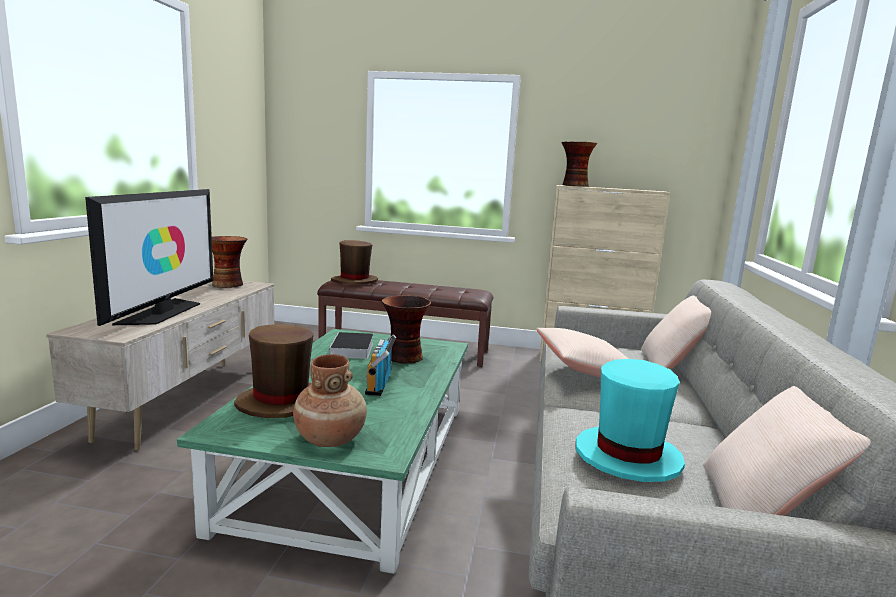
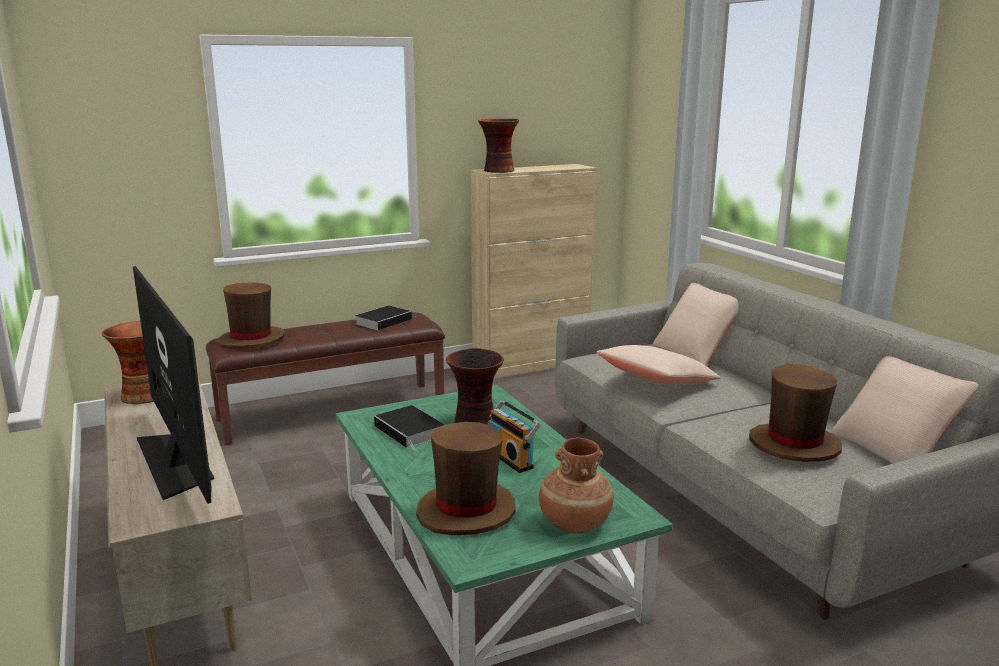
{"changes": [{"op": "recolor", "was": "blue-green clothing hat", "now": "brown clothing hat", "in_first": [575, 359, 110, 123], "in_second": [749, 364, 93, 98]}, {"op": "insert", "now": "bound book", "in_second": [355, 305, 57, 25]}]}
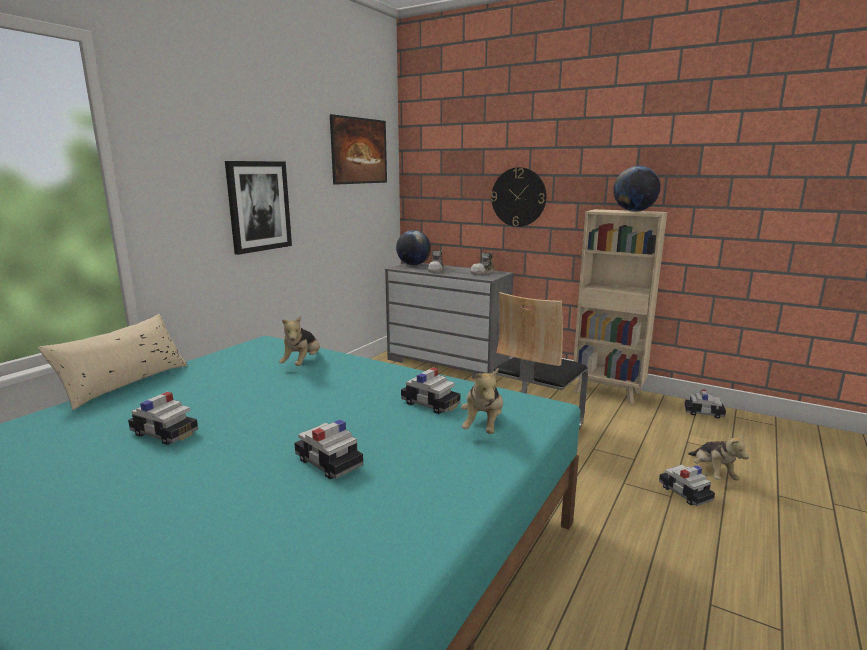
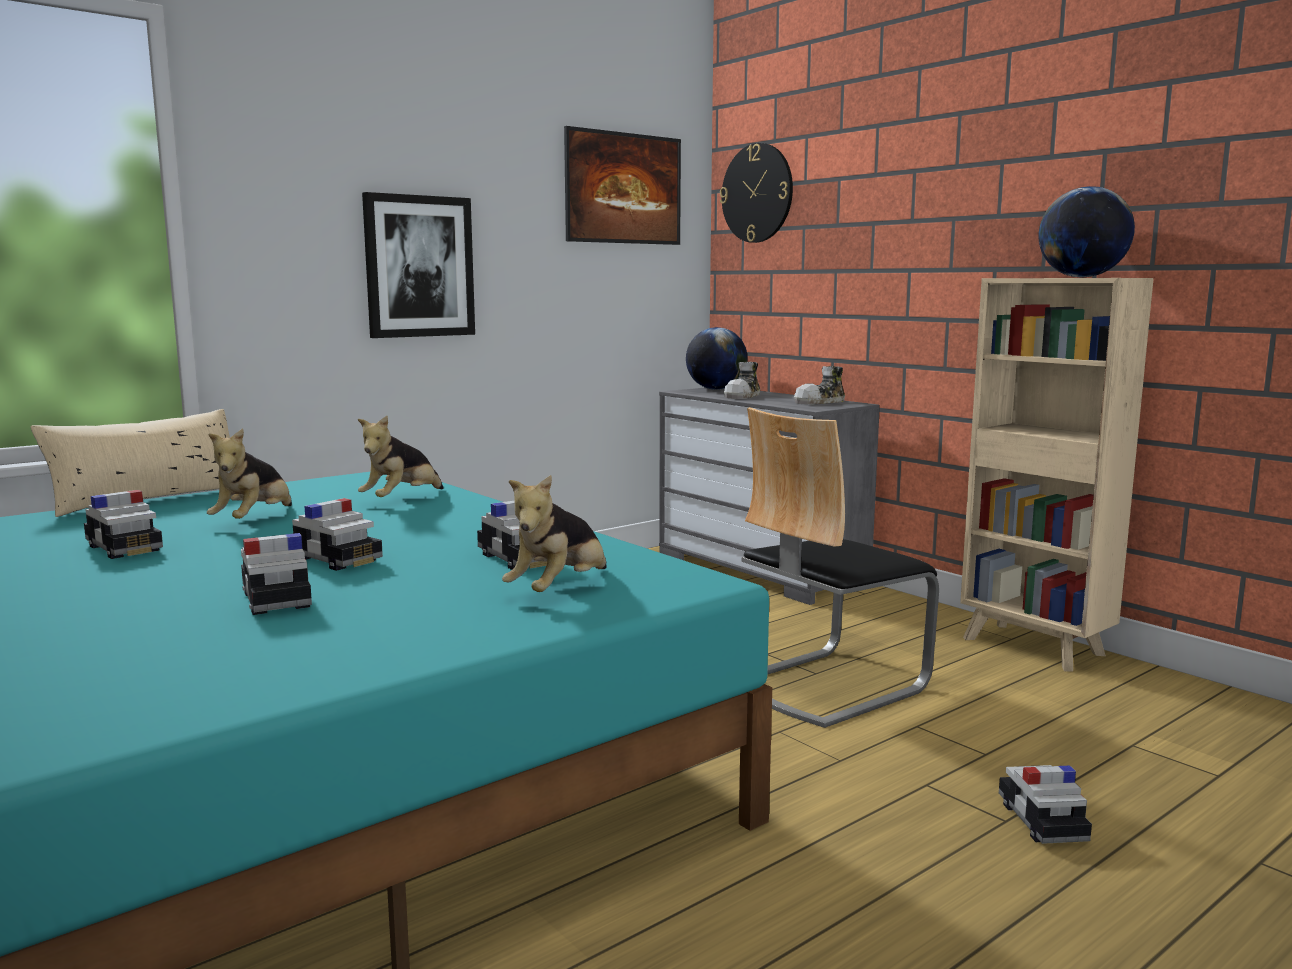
{"changes": [{"op": "move", "was": "clock on the wall", "in_first": [491, 167, 55, 60], "in_second": [720, 143, 73, 100]}, {"op": "move", "was": "miniature car", "in_first": [684, 389, 42, 30], "in_second": [292, 498, 91, 73]}, {"op": "move", "was": "cuddly toy", "in_first": [688, 434, 61, 46], "in_second": [207, 429, 85, 90]}]}
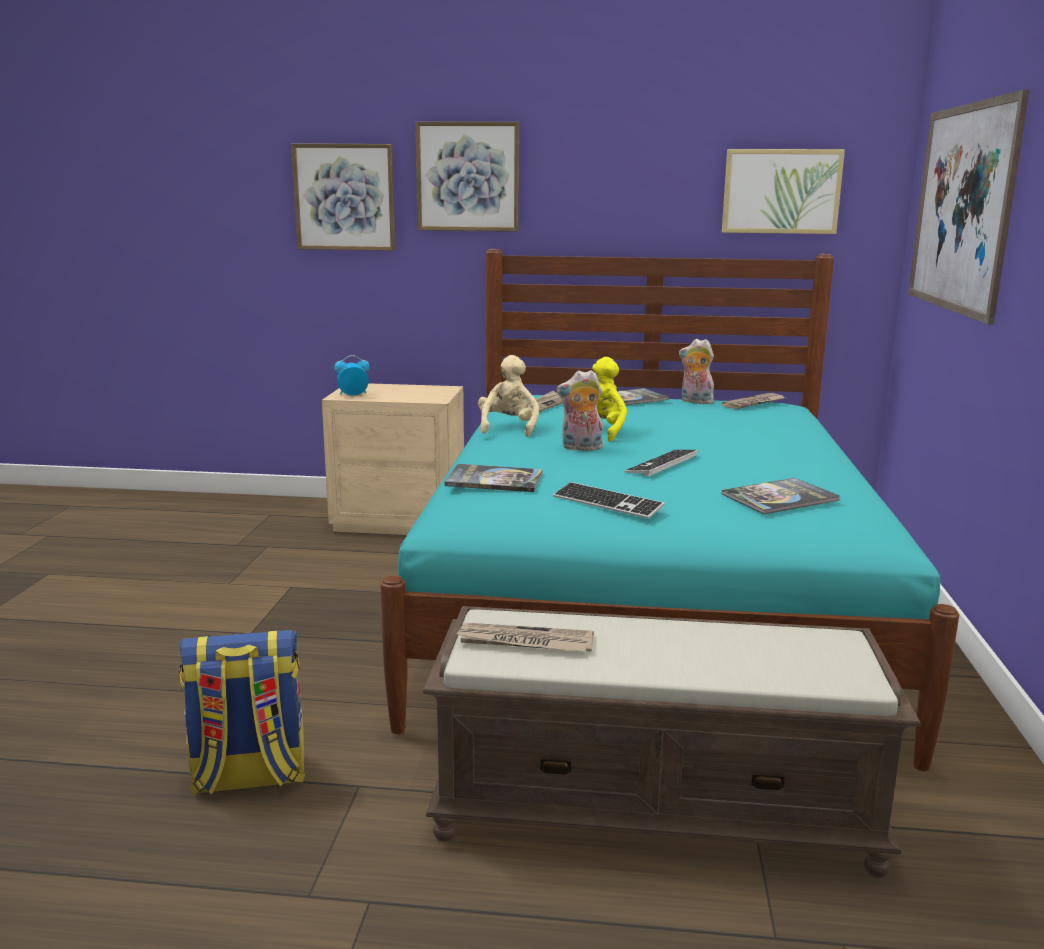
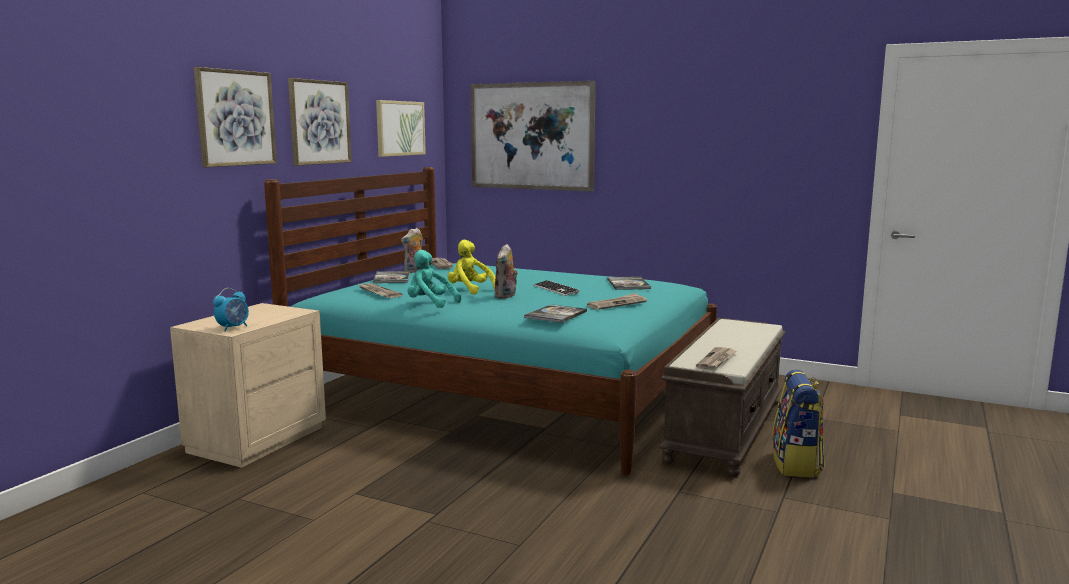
{"changes": [{"op": "move", "was": "wall art", "in_first": [291, 144, 105, 107], "in_second": [288, 78, 64, 88]}, {"op": "rotate", "was": "table clock", "in_first": [334, 355, 36, 41], "in_second": [213, 288, 36, 43], "clockwise": -150}, {"op": "recolor", "was": "beige-coloured cuddly toy", "now": "blue-green cuddly toy", "in_first": [478, 355, 61, 82], "in_second": [408, 250, 53, 58]}, {"op": "replace", "was": "keyboard", "now": "printed paper", "in_first": [553, 482, 112, 37], "in_second": [587, 293, 60, 17]}, {"op": "move", "was": "backpack", "in_first": [179, 630, 126, 165], "in_second": [772, 370, 53, 108]}]}
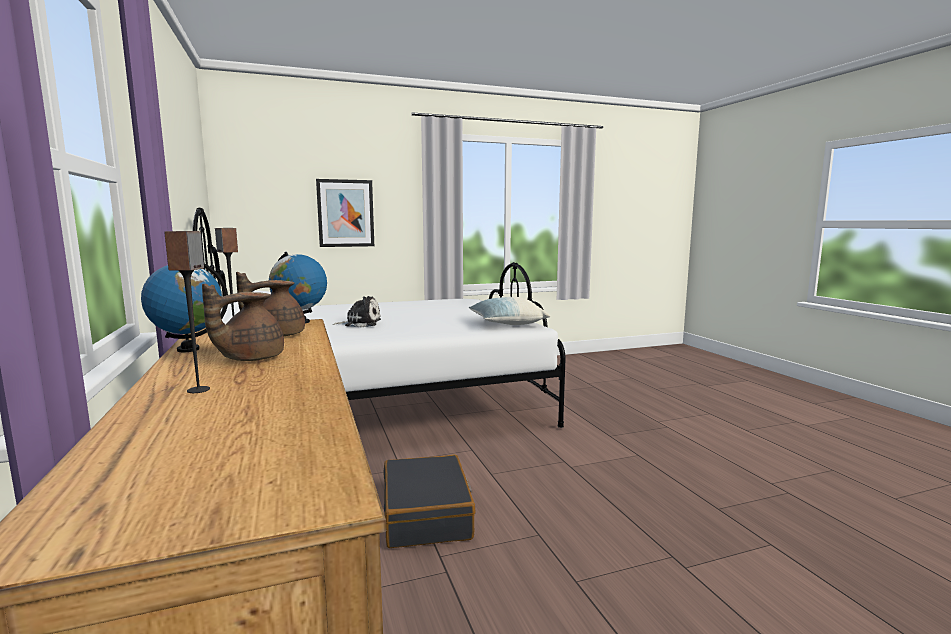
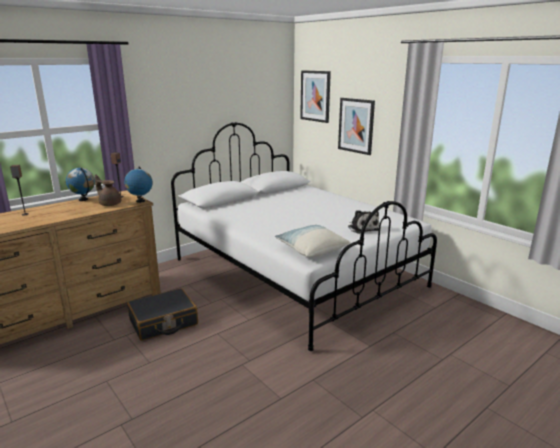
{"changes": [{"op": "delete", "was": "brown tea pot", "in_first": [202, 284, 82, 77]}, {"op": "move", "was": "cuddly toy", "in_first": [333, 296, 48, 31], "in_second": [348, 210, 31, 24]}, {"op": "insert", "now": "wall art", "in_second": [300, 70, 31, 53]}]}
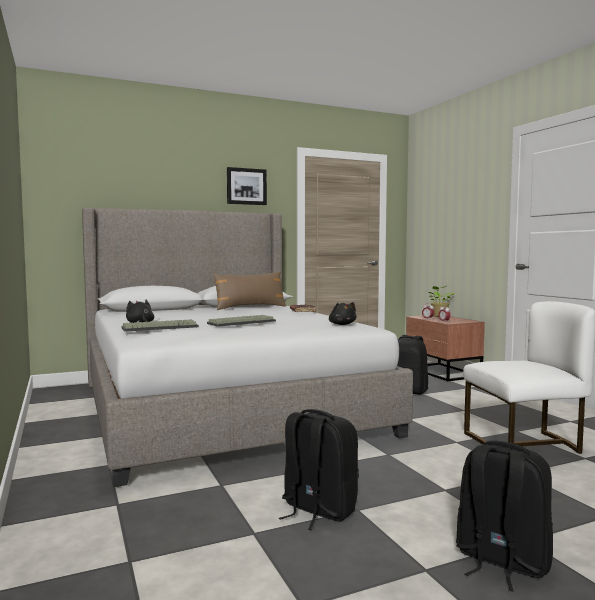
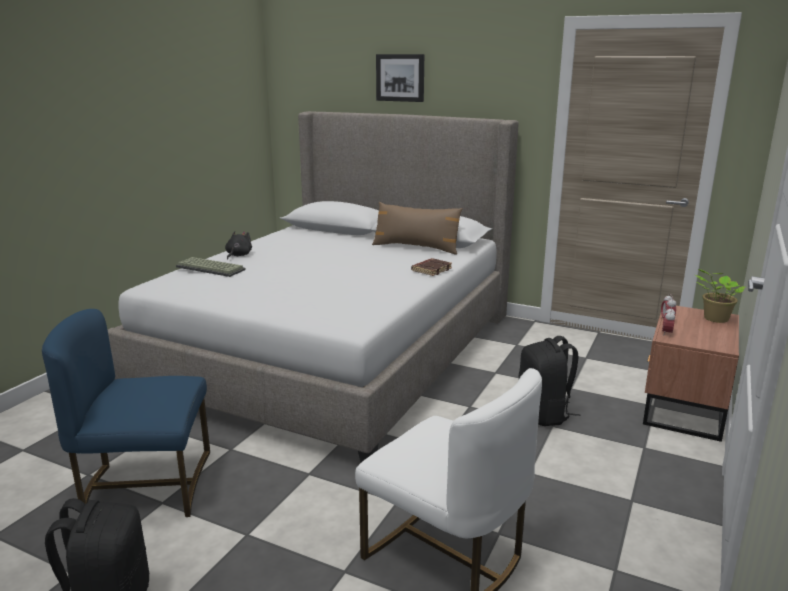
{"changes": [{"op": "move", "was": "wall art", "in_first": [227, 167, 40, 38], "in_second": [376, 54, 48, 48]}, {"op": "delete", "was": "blackish cuddly toy", "in_first": [329, 302, 27, 23]}, {"op": "delete", "was": "keyboard", "in_first": [207, 315, 69, 12]}, {"op": "replace", "was": "blackish backpack", "now": "blue-coloured chair", "in_first": [279, 409, 80, 121], "in_second": [42, 309, 168, 208]}]}
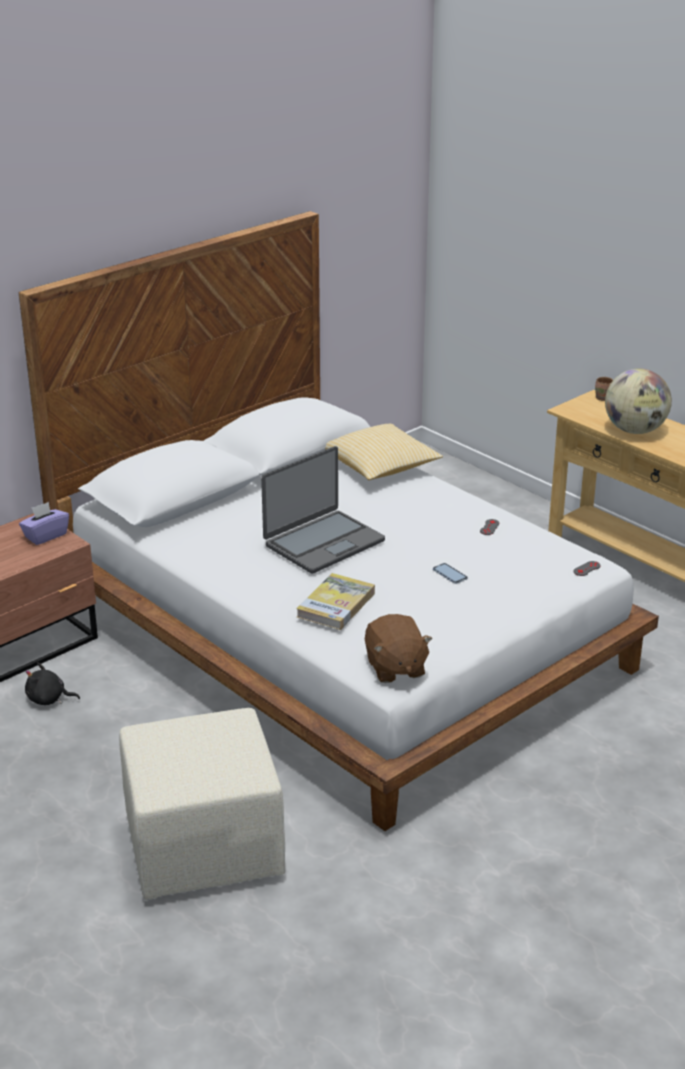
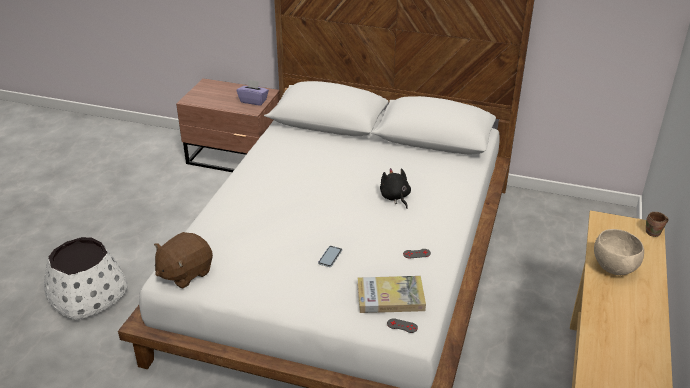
{"changes": [{"op": "replace", "was": "desk globe", "now": "beige-coloured serving bowl", "in_first": [605, 369, 67, 65], "in_second": [594, 229, 50, 46]}, {"op": "delete", "was": "throw pillow", "in_first": [325, 424, 118, 56]}, {"op": "delete", "was": "notebook computer", "in_first": [261, 446, 124, 128]}, {"op": "move", "was": "bound book", "in_first": [296, 573, 79, 57], "in_second": [357, 276, 69, 37]}, {"op": "move", "was": "blackish cuddly toy", "in_first": [25, 662, 55, 43], "in_second": [380, 168, 31, 41]}, {"op": "replace", "was": "beige-coloured pouffe", "now": "white-coloured planter", "in_first": [119, 708, 166, 192], "in_second": [44, 237, 83, 83]}]}
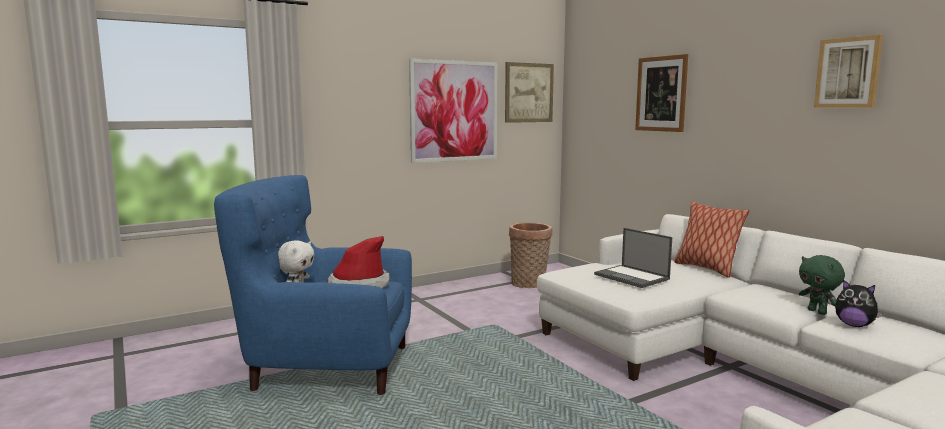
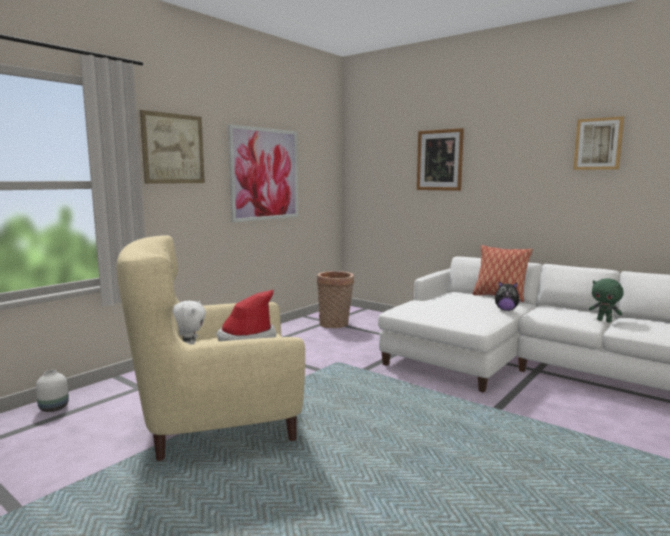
{"changes": [{"op": "move", "was": "wall art", "in_first": [505, 62, 49, 61], "in_second": [140, 110, 65, 74]}, {"op": "recolor", "was": "blue-coloured easy chair", "now": "beige-coloured easy chair", "in_first": [214, 175, 198, 220], "in_second": [117, 235, 188, 226]}, {"op": "delete", "was": "notebook computer", "in_first": [594, 228, 78, 60]}, {"op": "move", "was": "cuddly toy", "in_first": [835, 280, 48, 47], "in_second": [495, 281, 26, 30]}, {"op": "insert", "now": "white-coloured flower vase", "in_second": [36, 370, 33, 42]}]}
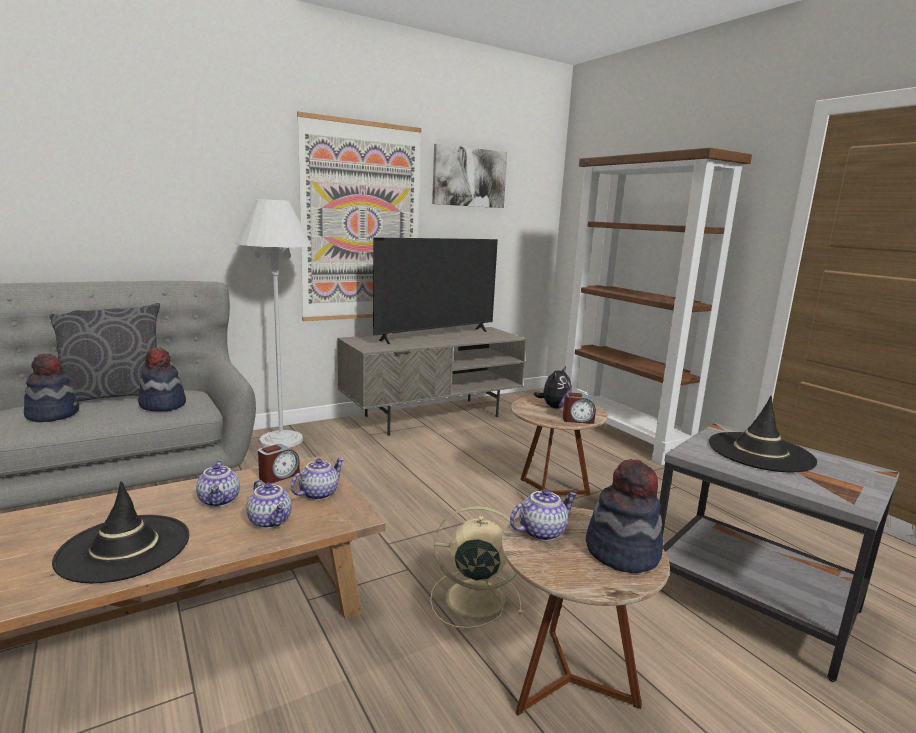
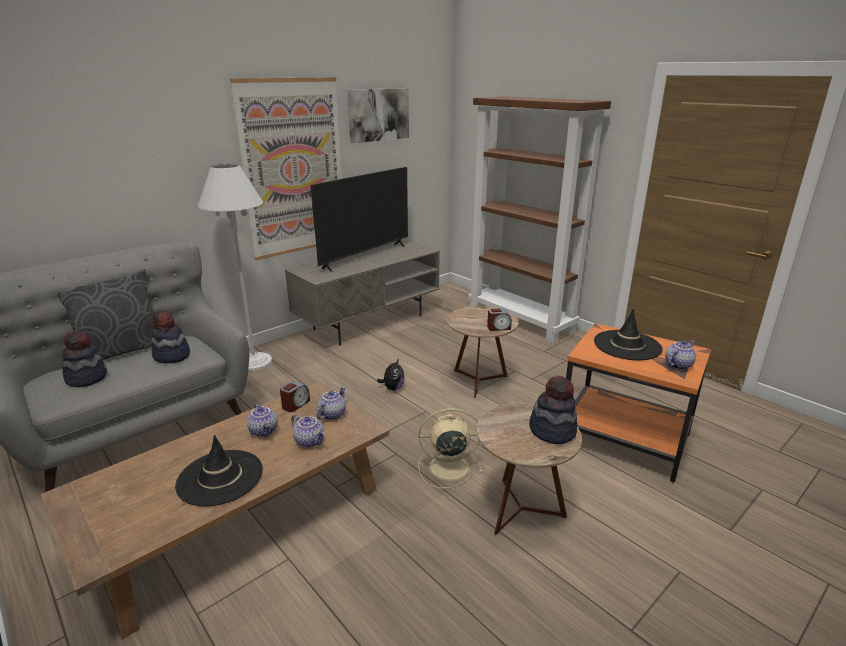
{"changes": [{"op": "move", "was": "cuddly toy", "in_first": [534, 366, 38, 42], "in_second": [377, 359, 28, 31]}, {"op": "recolor", "was": "gray end table", "now": "orange-coloured end table", "in_first": [659, 423, 241, 259], "in_second": [566, 323, 145, 159]}, {"op": "move", "was": "tea pot", "in_first": [510, 489, 67, 52], "in_second": [665, 340, 31, 30]}]}
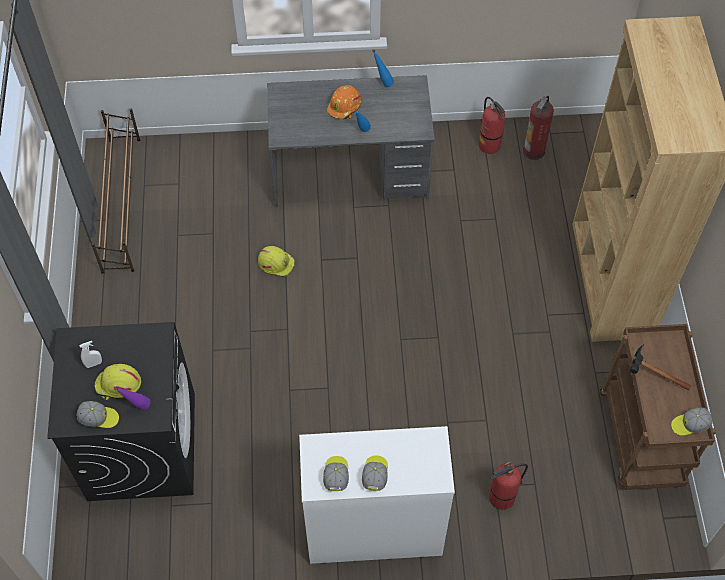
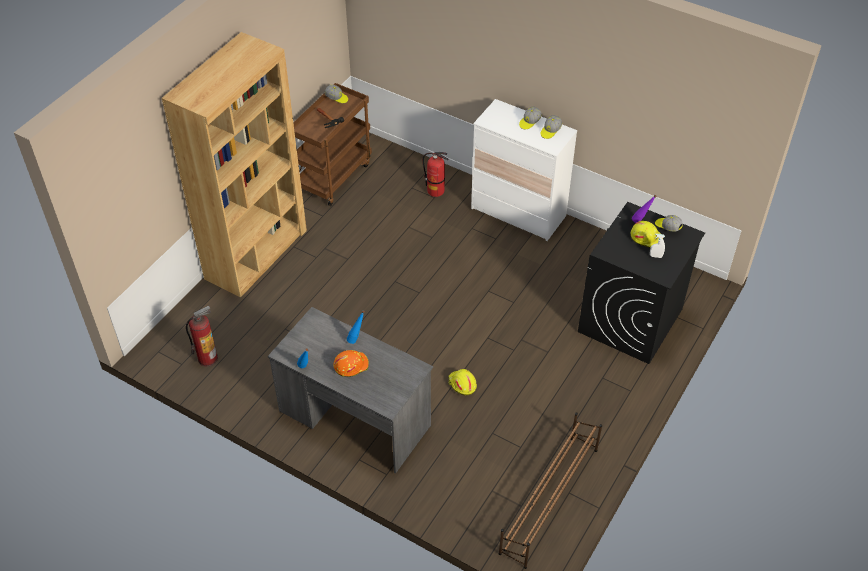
{"changes": [{"op": "delete", "was": "extinguisher", "in_first": [479, 97, 26, 57]}]}
